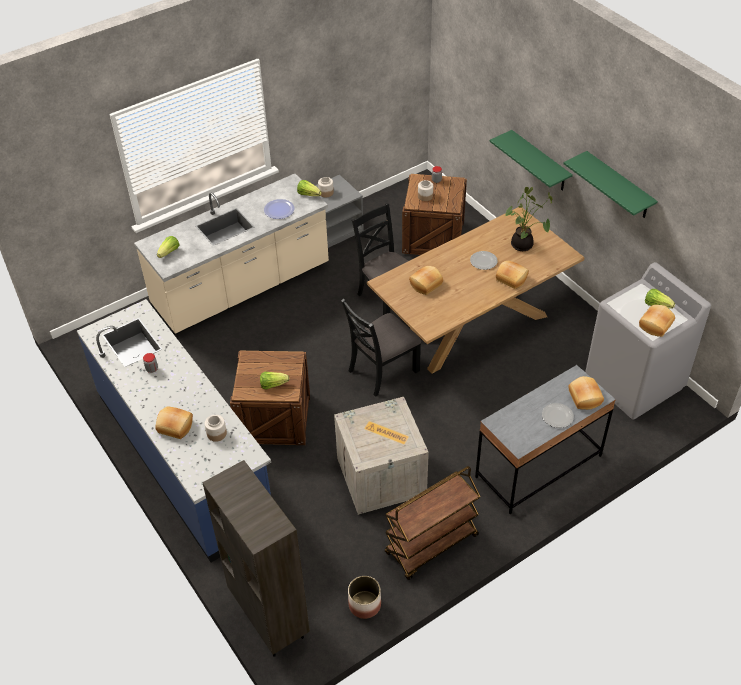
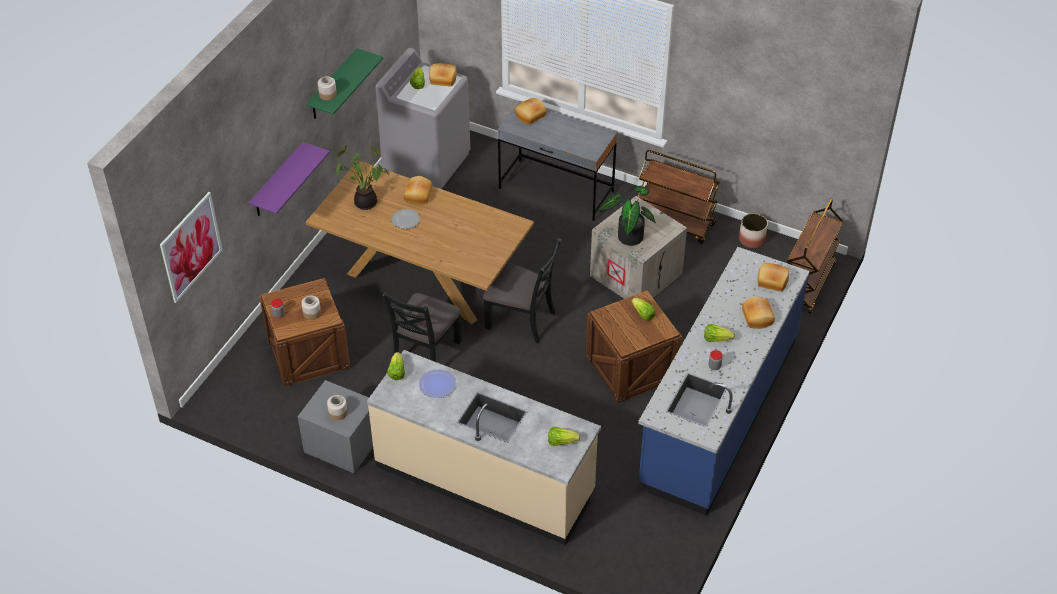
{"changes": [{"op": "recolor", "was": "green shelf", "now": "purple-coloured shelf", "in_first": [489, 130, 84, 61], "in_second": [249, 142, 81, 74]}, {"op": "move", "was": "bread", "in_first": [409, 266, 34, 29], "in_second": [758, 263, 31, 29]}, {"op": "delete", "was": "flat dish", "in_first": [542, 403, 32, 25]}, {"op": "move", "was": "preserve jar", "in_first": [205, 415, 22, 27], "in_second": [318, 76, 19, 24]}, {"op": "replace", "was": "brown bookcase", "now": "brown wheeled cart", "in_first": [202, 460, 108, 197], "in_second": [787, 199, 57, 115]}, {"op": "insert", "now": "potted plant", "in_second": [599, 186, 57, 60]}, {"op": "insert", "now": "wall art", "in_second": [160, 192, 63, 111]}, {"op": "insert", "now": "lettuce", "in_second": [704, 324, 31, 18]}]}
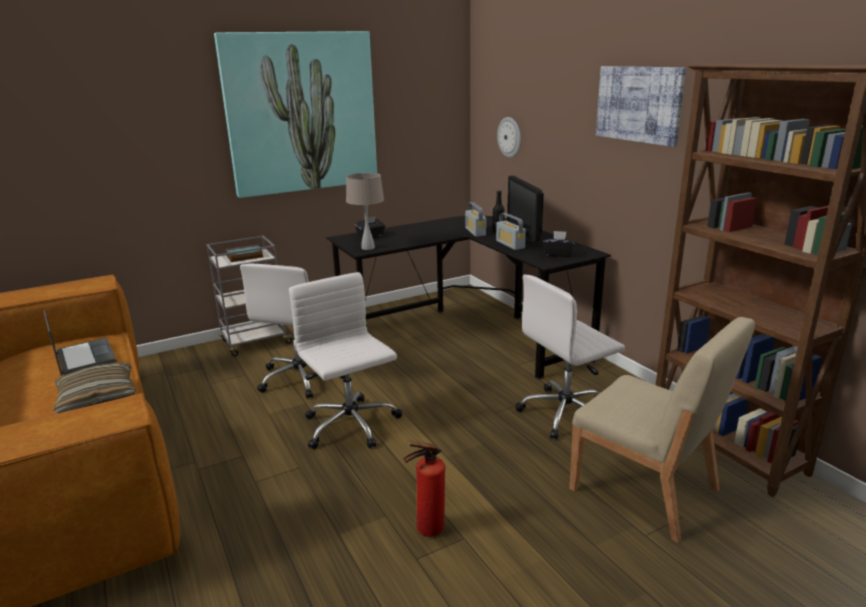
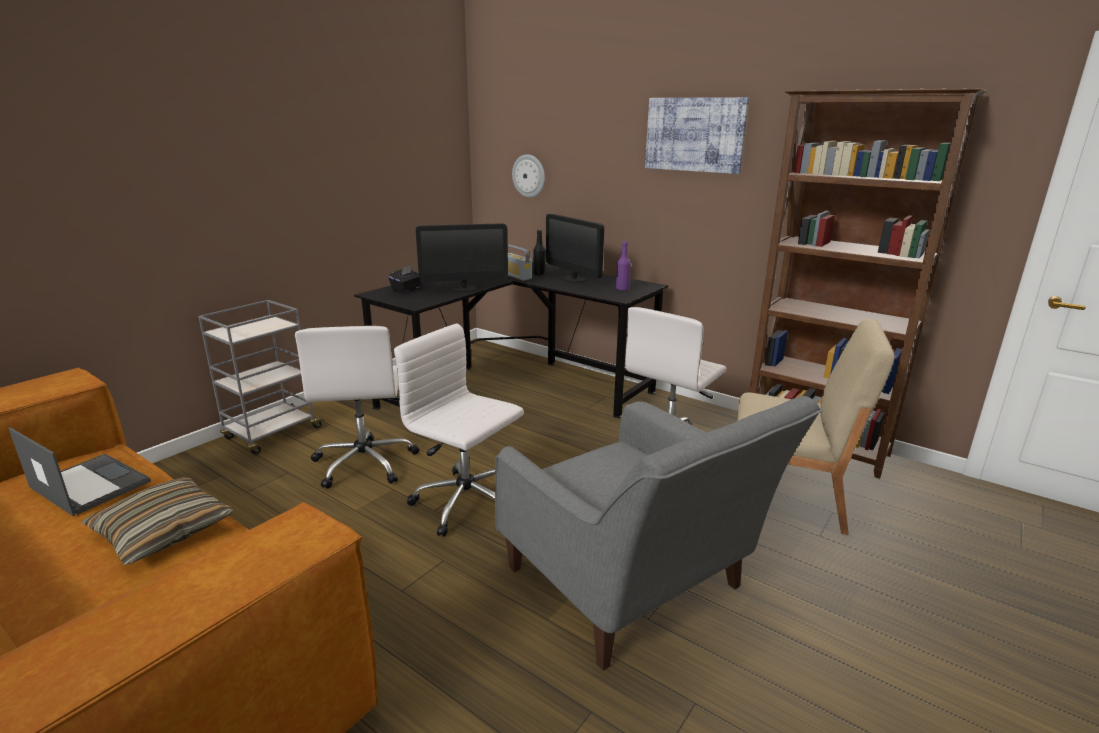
{"changes": [{"op": "delete", "was": "wall art", "in_first": [214, 31, 163, 167]}, {"op": "delete", "was": "beige-coloured table lamp", "in_first": [346, 173, 38, 77]}, {"op": "delete", "was": "radio", "in_first": [496, 213, 30, 37]}, {"op": "replace", "was": "blackish tissue box", "now": "purple-coloured beverage bottle", "in_first": [543, 231, 32, 26], "in_second": [616, 241, 15, 49]}, {"op": "delete", "was": "bound book", "in_first": [225, 245, 38, 17]}, {"op": "replace", "was": "extinguisher", "now": "gray easy chair", "in_first": [404, 440, 41, 97], "in_second": [495, 396, 328, 275]}, {"op": "insert", "now": "computer screen", "in_second": [416, 223, 92, 69]}]}
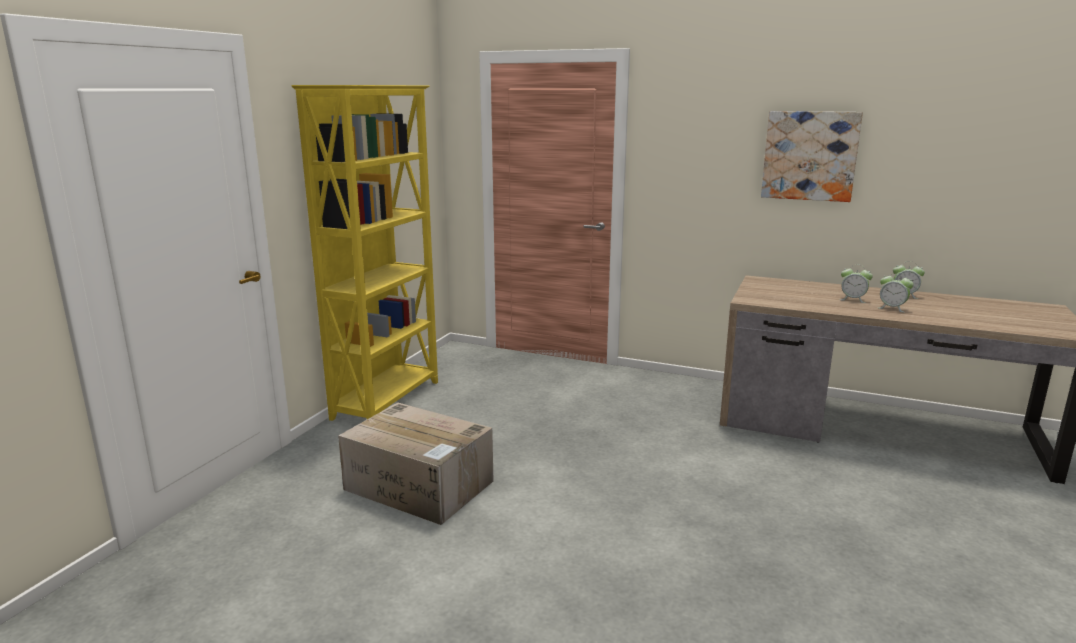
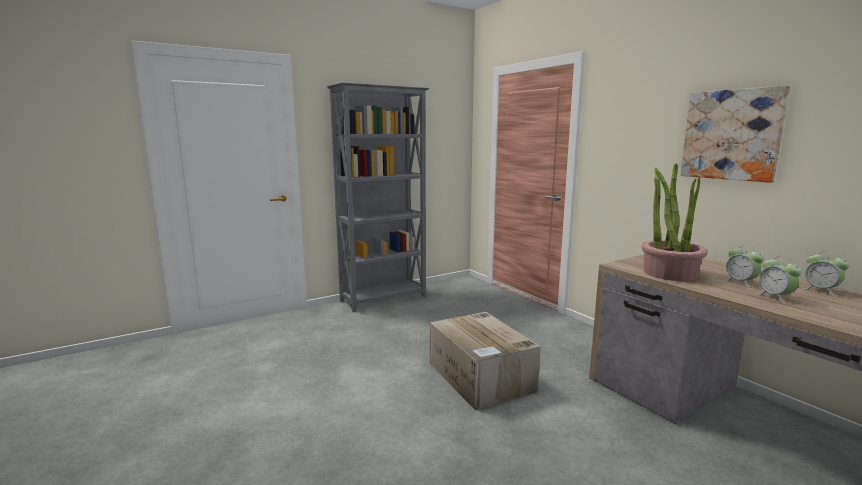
{"changes": [{"op": "recolor", "was": "yellow-coloured bookcase", "now": "gray bookcase", "in_first": [291, 85, 147, 336], "in_second": [326, 82, 104, 230]}, {"op": "move", "was": "packing box", "in_first": [338, 403, 156, 122], "in_second": [430, 312, 111, 98]}, {"op": "insert", "now": "potted plant", "in_second": [642, 163, 66, 118]}]}
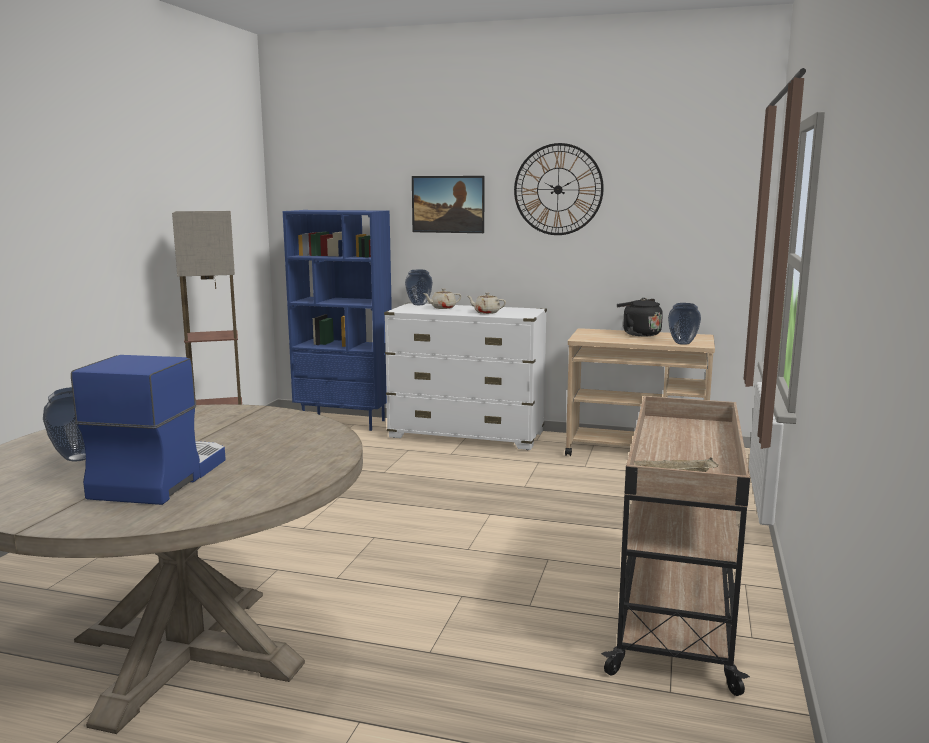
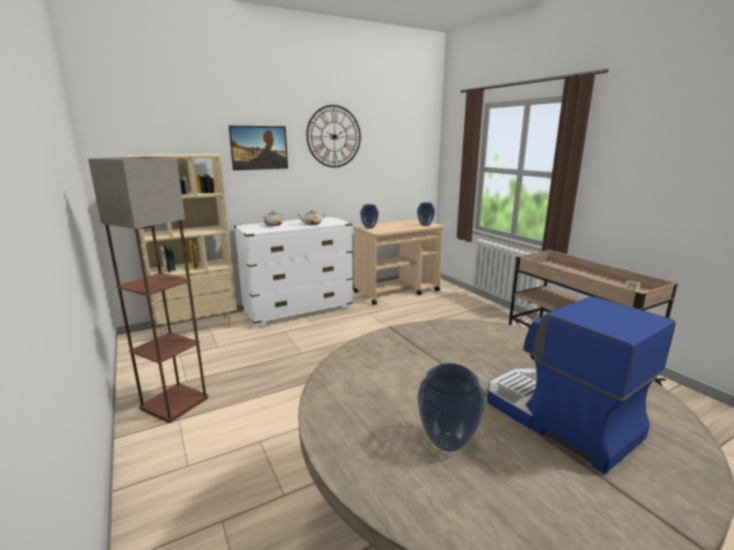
{"changes": [{"op": "recolor", "was": "blue-coloured bookcase", "now": "beige-coloured bookcase", "in_first": [283, 210, 109, 221], "in_second": [127, 154, 110, 180]}, {"op": "move", "was": "flower vase", "in_first": [405, 270, 28, 35], "in_second": [360, 204, 19, 25]}, {"op": "delete", "was": "blackish kettle", "in_first": [617, 298, 46, 38]}]}
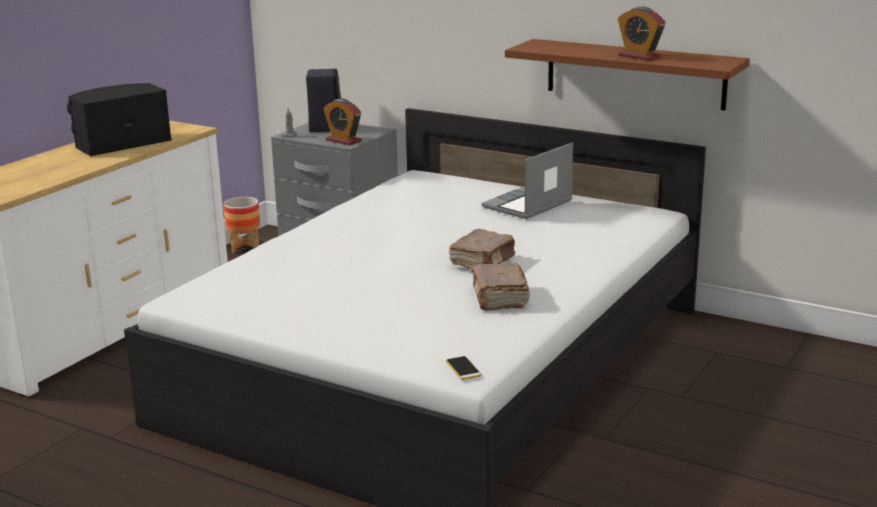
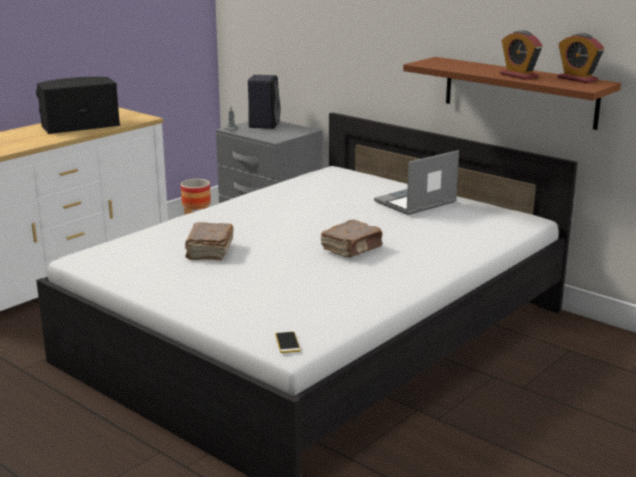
{"changes": [{"op": "move", "was": "table clock", "in_first": [323, 98, 39, 47], "in_second": [557, 33, 47, 50]}, {"op": "move", "was": "brown bound book", "in_first": [471, 263, 59, 48], "in_second": [185, 222, 49, 38]}]}
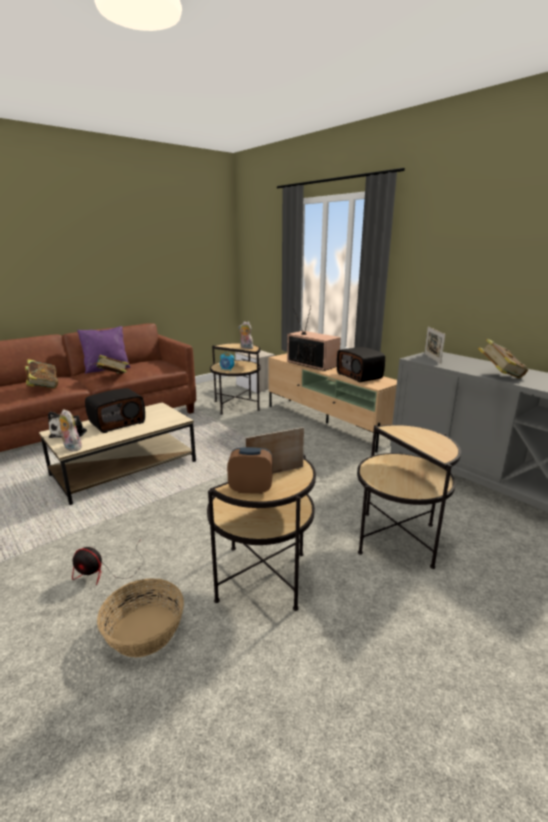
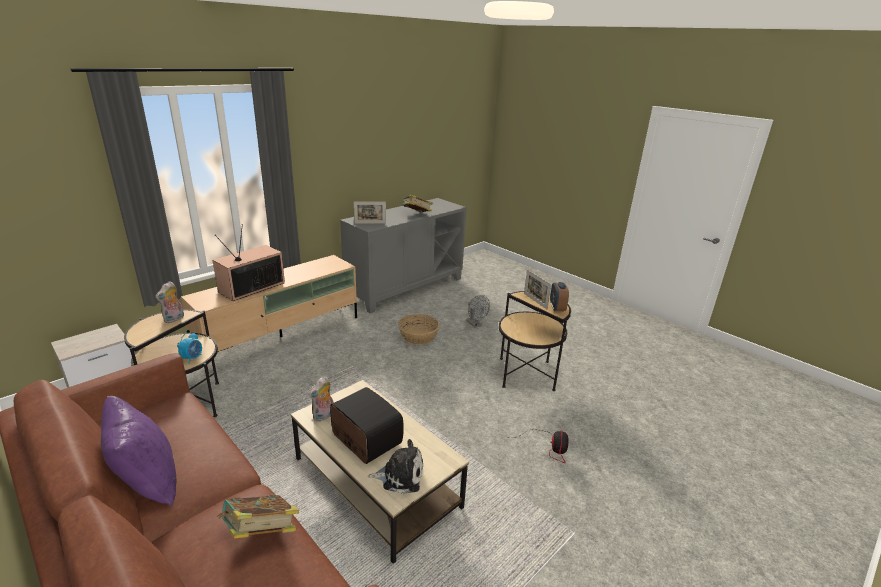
{"changes": [{"op": "delete", "was": "radio", "in_first": [337, 347, 48, 36]}, {"op": "delete", "was": "bound book", "in_first": [94, 355, 35, 19]}, {"op": "move", "was": "cuddly toy", "in_first": [58, 409, 24, 42], "in_second": [308, 376, 26, 46]}, {"op": "replace", "was": "end table", "now": "gray fan", "in_first": [357, 425, 104, 144], "in_second": [466, 295, 24, 33]}, {"op": "move", "was": "storage basket", "in_first": [97, 578, 87, 80], "in_second": [398, 314, 41, 31]}]}
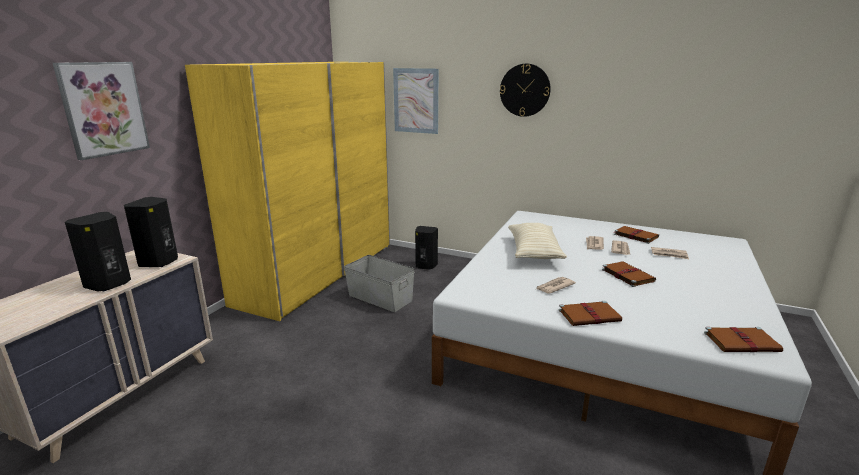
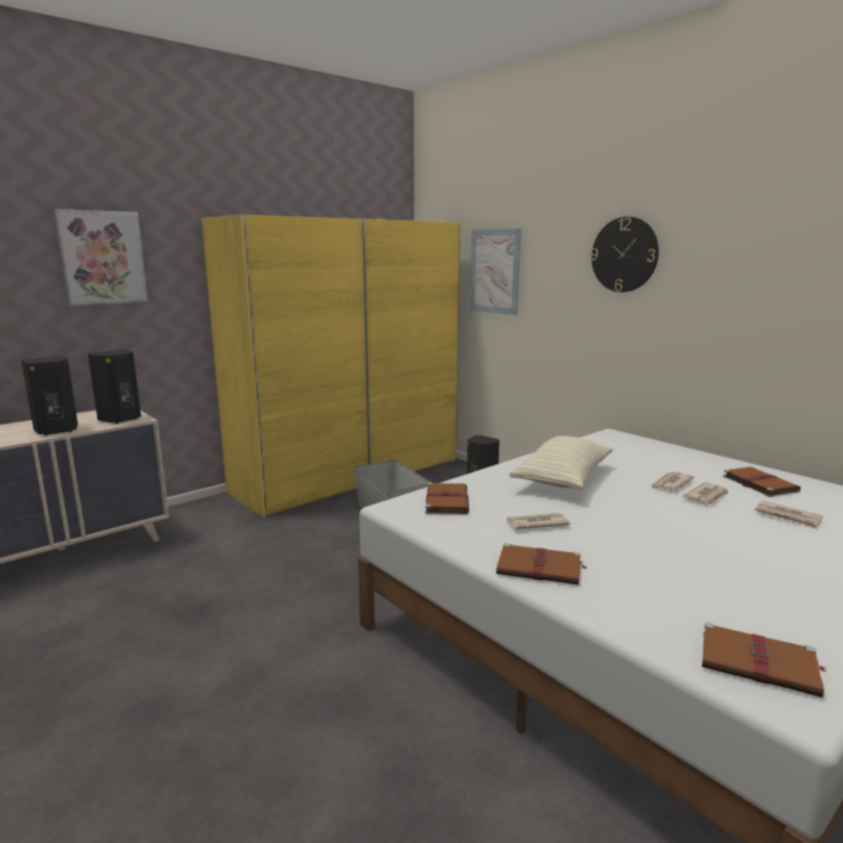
{"changes": [{"op": "move", "was": "brown bound book", "in_first": [602, 262, 54, 25], "in_second": [425, 483, 44, 31]}]}
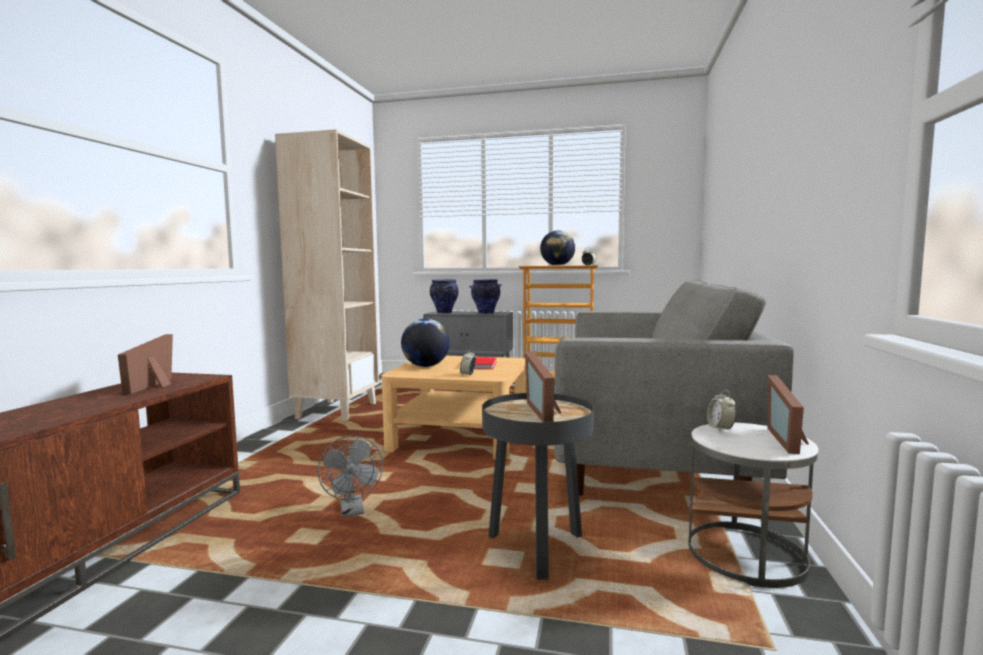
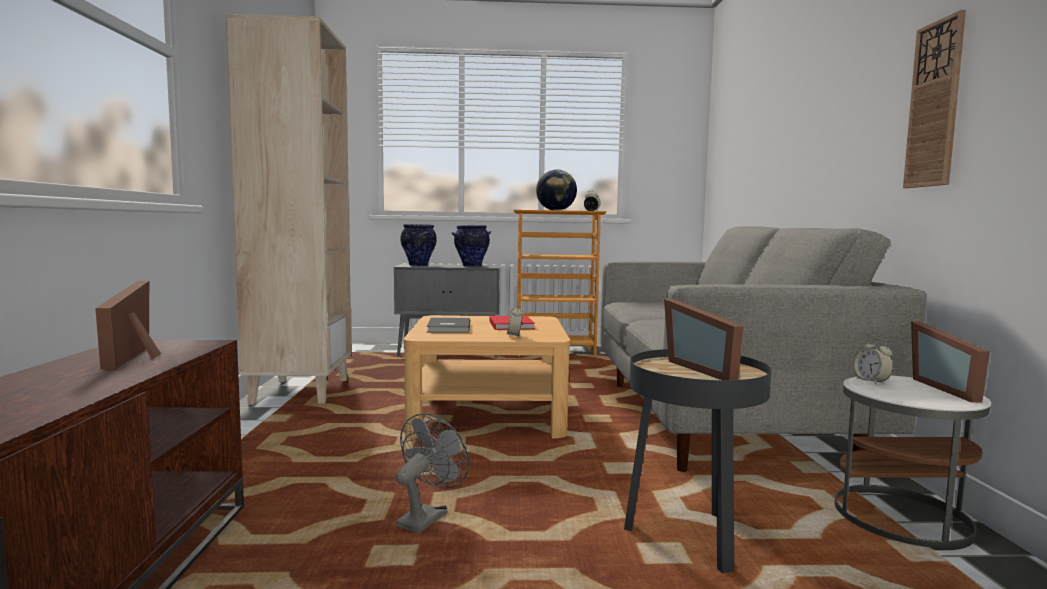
{"changes": [{"op": "replace", "was": "desk globe", "now": "gray bound book", "in_first": [401, 318, 49, 49], "in_second": [426, 318, 44, 15]}, {"op": "rotate", "was": "gray fan", "in_first": [317, 436, 66, 81], "in_second": [396, 413, 73, 120], "clockwise": -120}, {"op": "insert", "now": "clock on the wall", "in_second": [903, 10, 63, 178]}]}
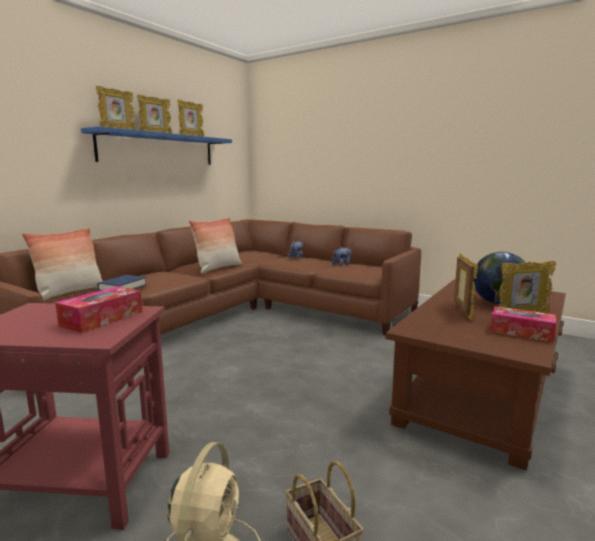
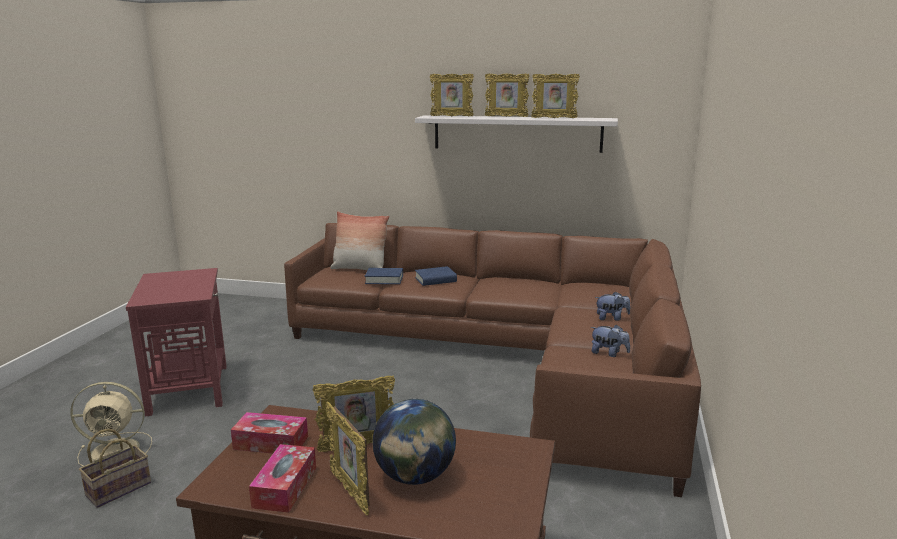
{"changes": [{"op": "recolor", "was": "blue-coloured shelf", "now": "white-coloured shelf", "in_first": [81, 126, 151, 39], "in_second": [415, 115, 203, 38]}, {"op": "delete", "was": "throw pillow", "in_first": [189, 218, 53, 56]}, {"op": "move", "was": "tissue box", "in_first": [55, 286, 87, 47], "in_second": [231, 412, 77, 41]}, {"op": "insert", "now": "blue-coloured bound book", "in_second": [415, 266, 42, 20]}]}
